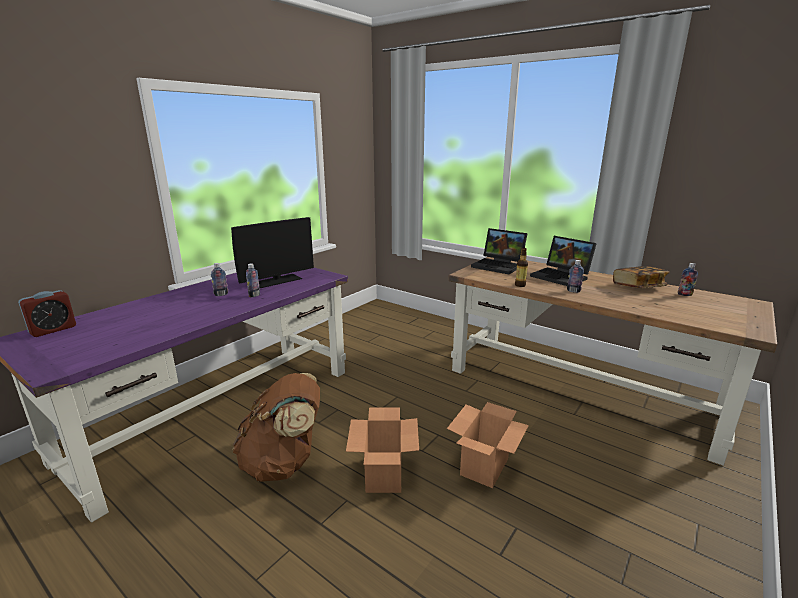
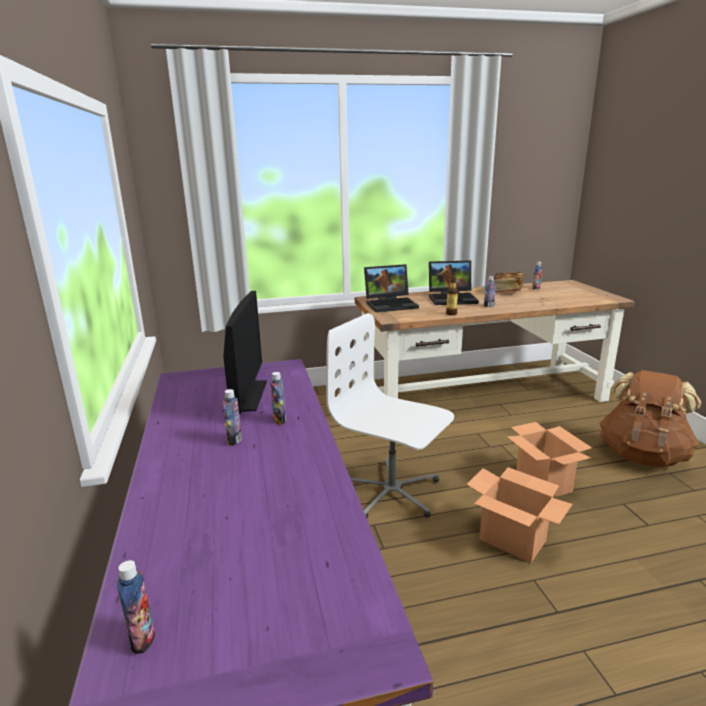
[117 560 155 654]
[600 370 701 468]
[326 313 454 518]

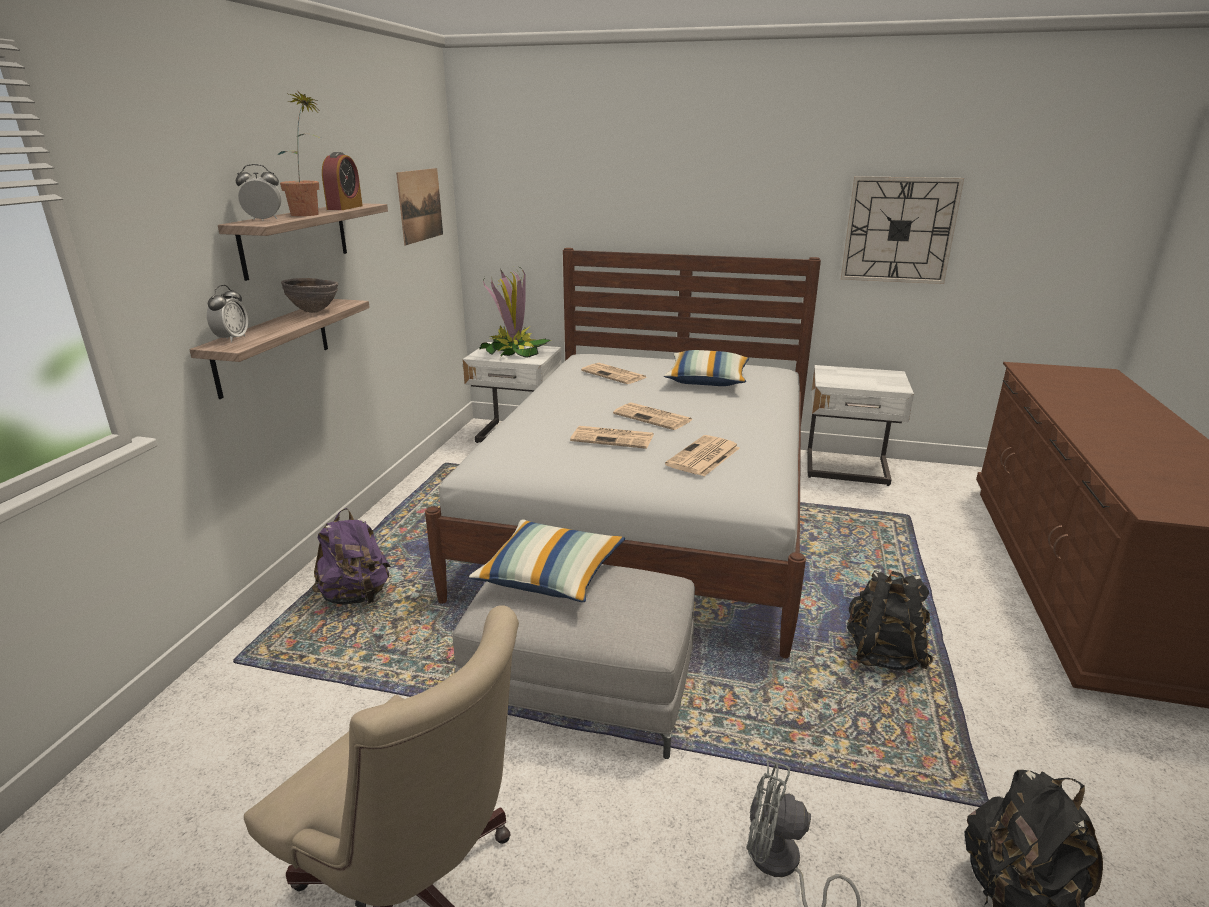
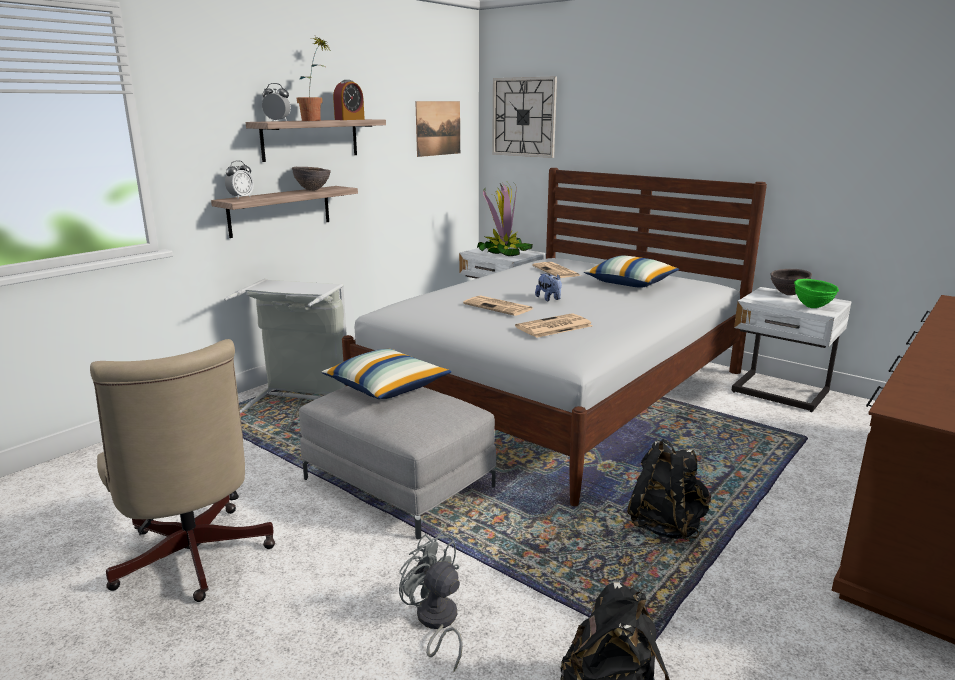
[492 76 557 158]
[535 273 562 301]
[224 279 347 413]
[770 269 812 295]
[794 279 839 308]

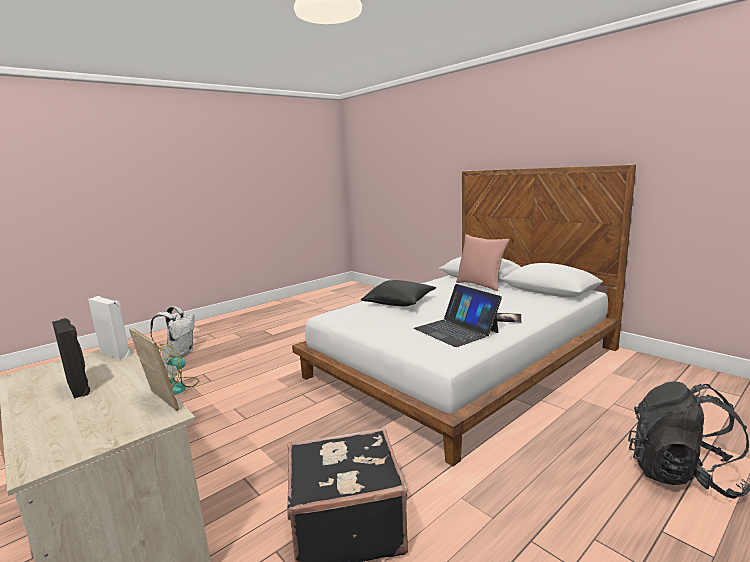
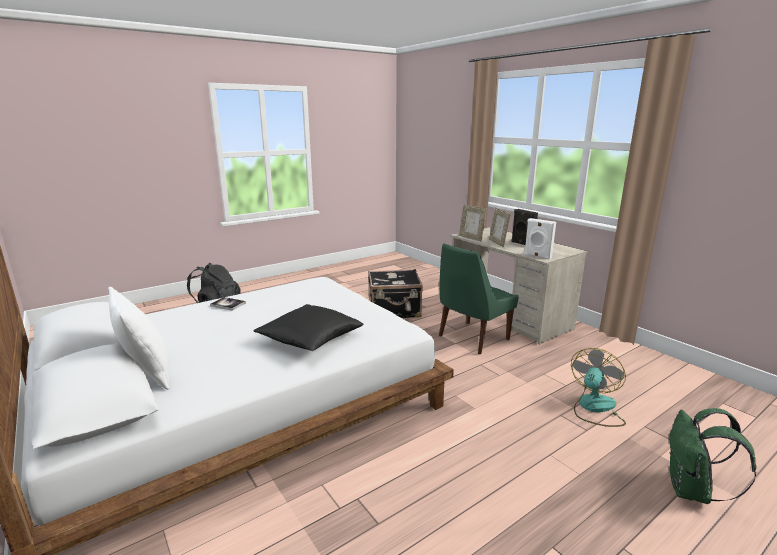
[108 287 170 390]
[414 284 502 347] (first image)
[669 408 756 504]
[489 208 511 247]
[439 243 519 355]

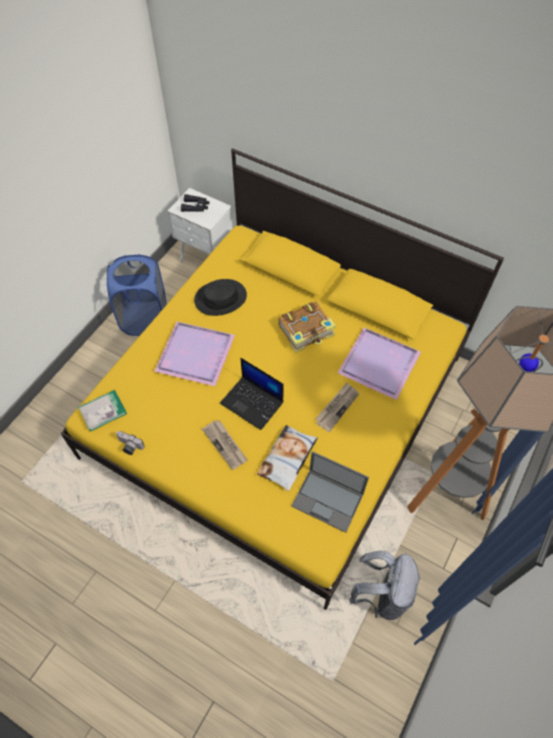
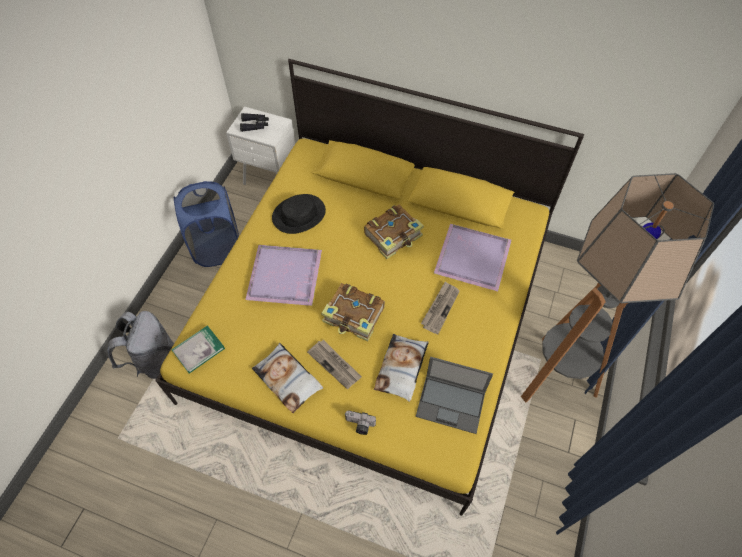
[321 283 385 341]
[345 410 376 435]
[108 311 174 379]
[252 343 323 413]

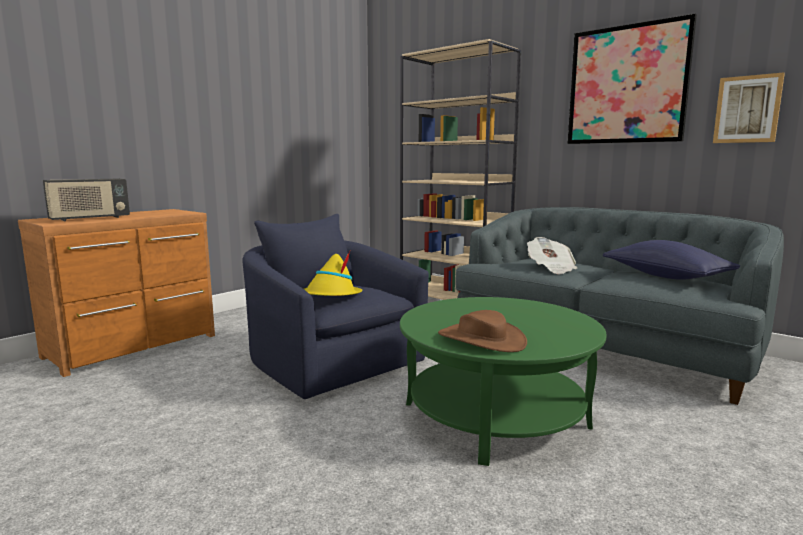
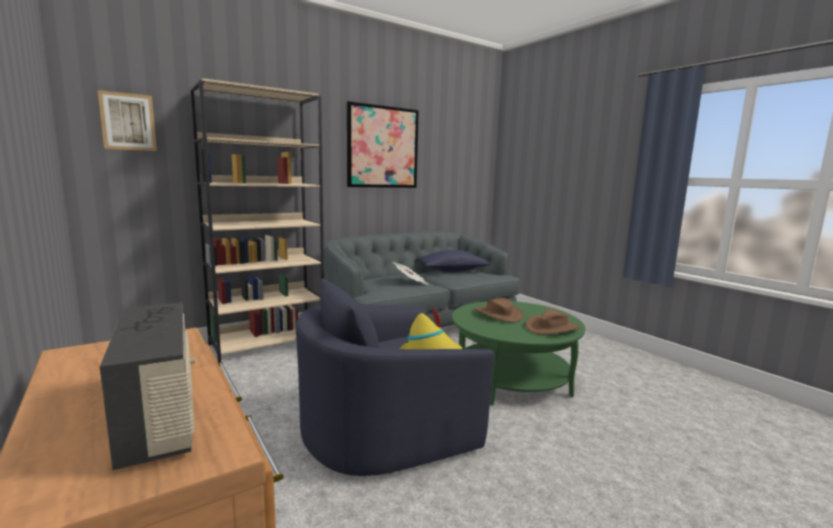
[98 90 157 151]
[475 298 524 322]

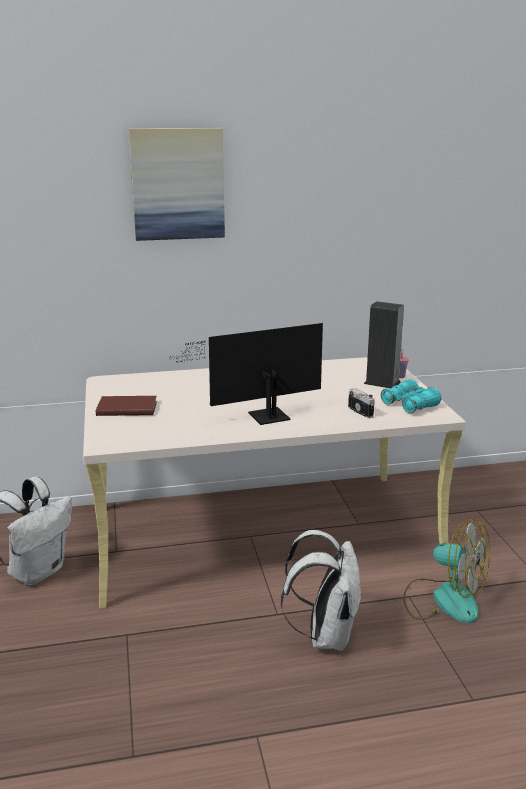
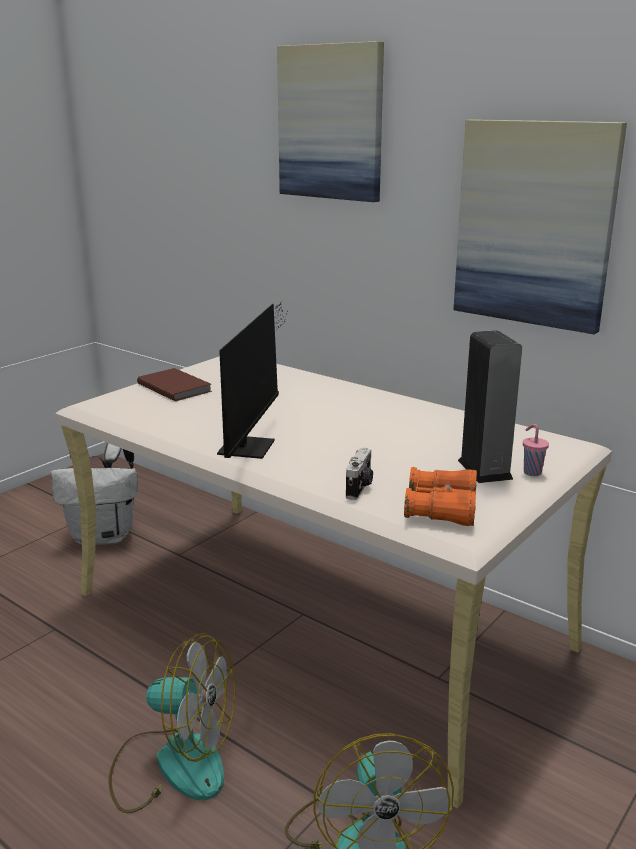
[217 301 288 459]
[404 467 477 526]
[109 633 235 813]
[454 119 627 334]

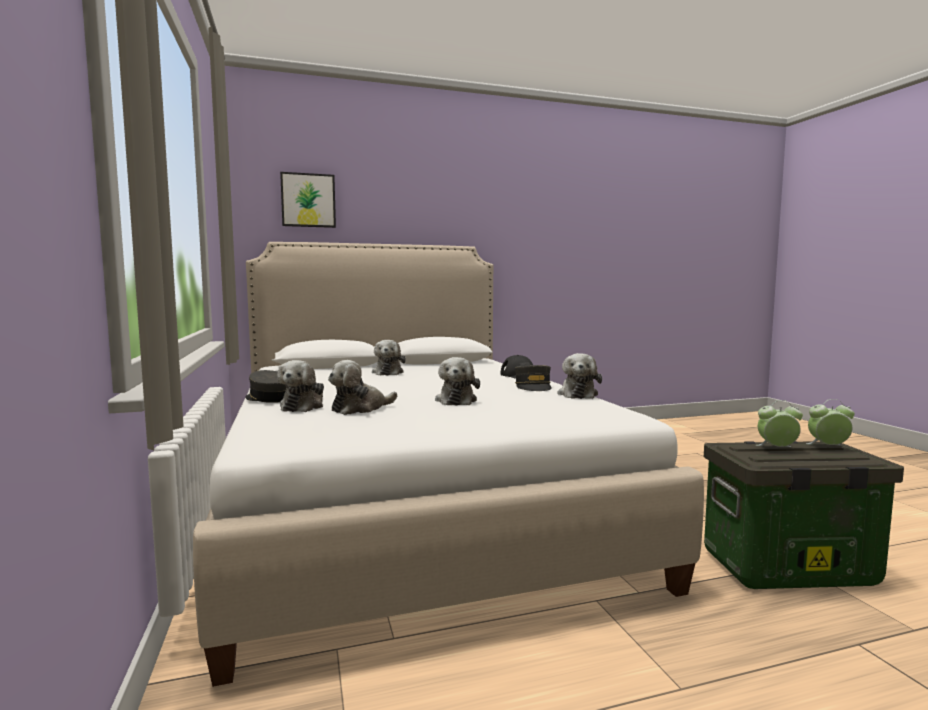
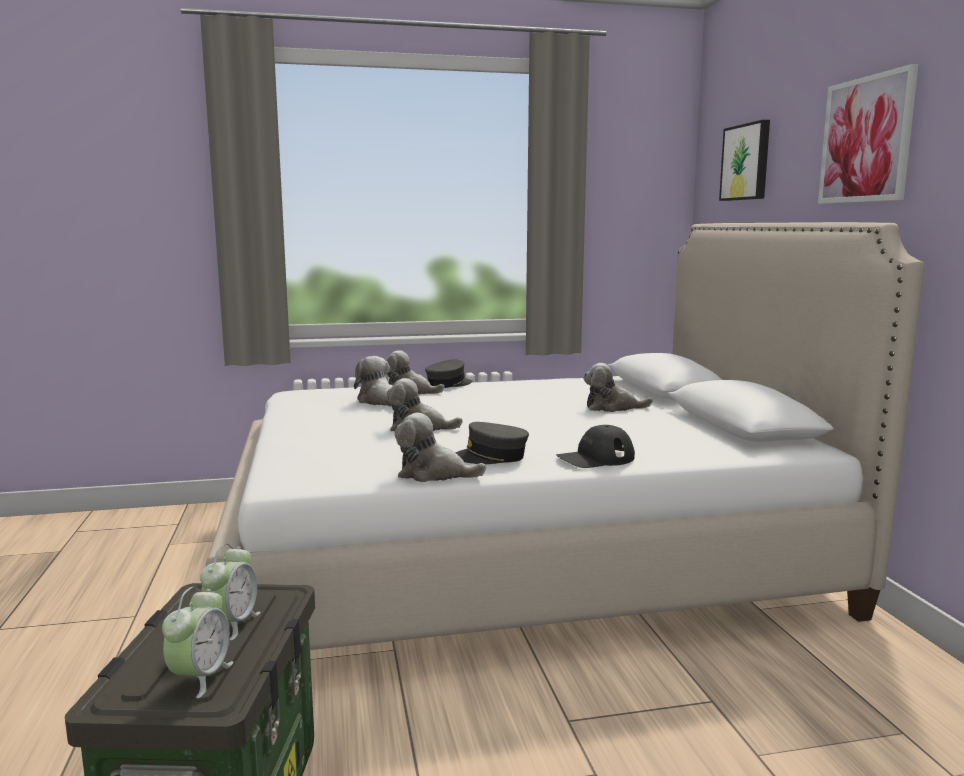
[818 64 919 203]

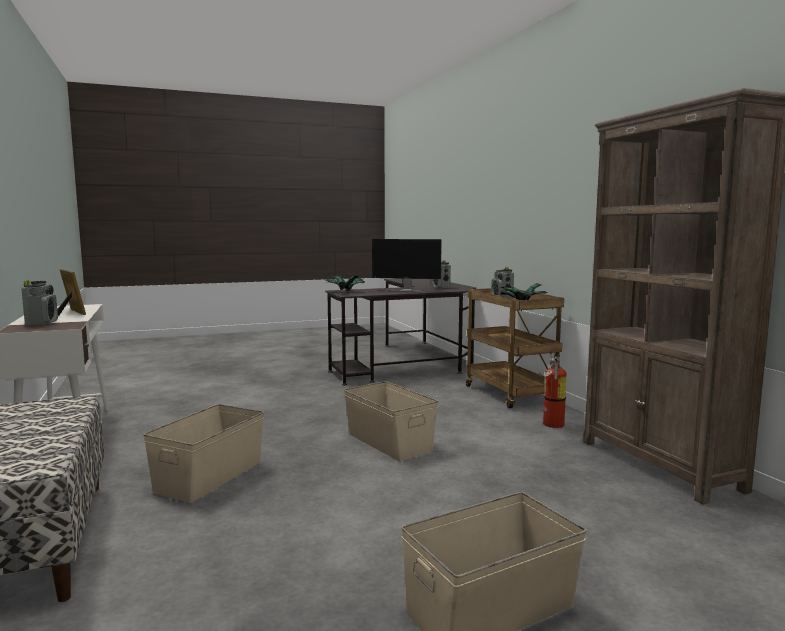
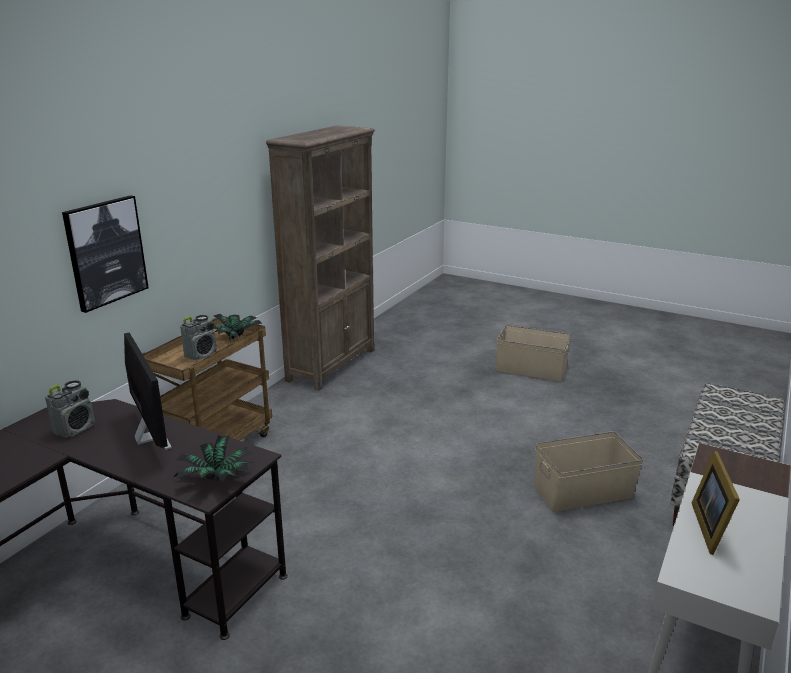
[21 280 58 326] (first image)
[538 354 567 428] (first image)
[344 381 439 461] (first image)
[62 195 149 313]

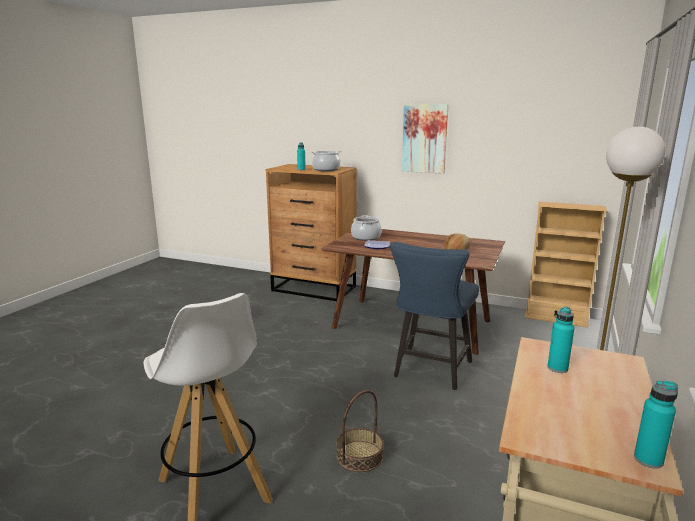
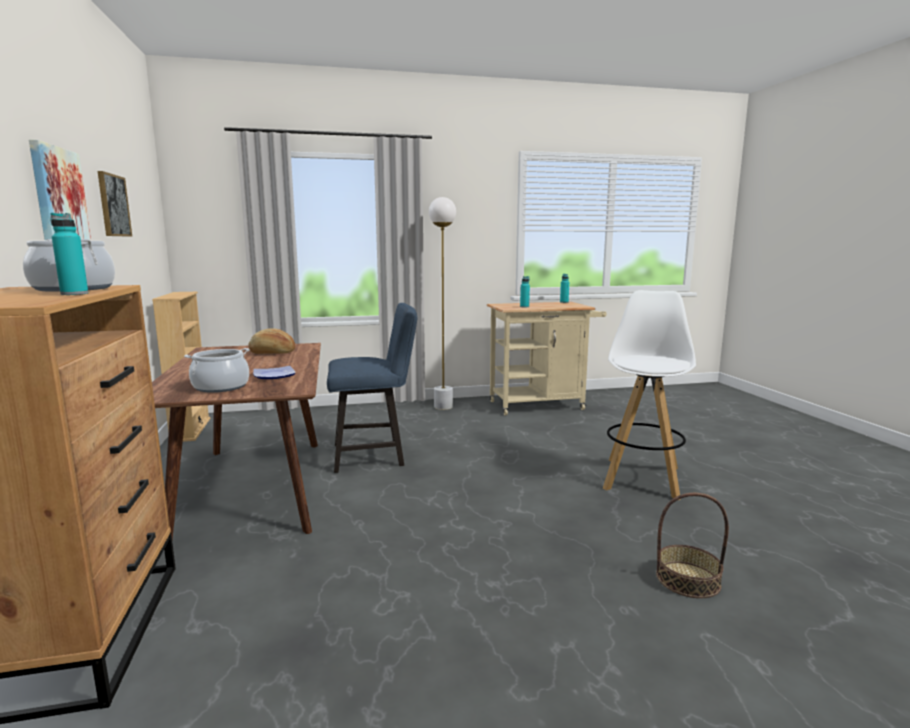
[656 493 729 598]
[98 171 132 237]

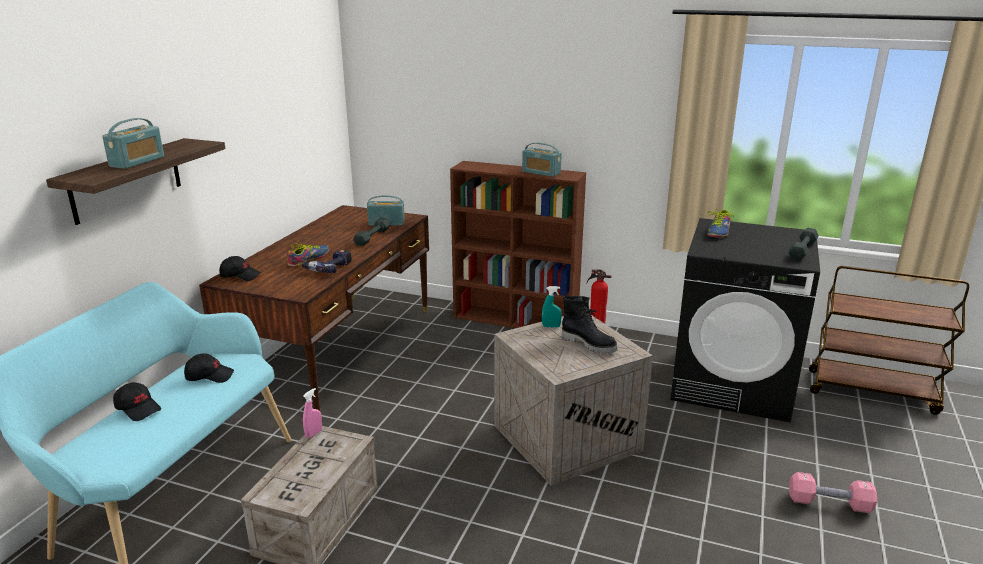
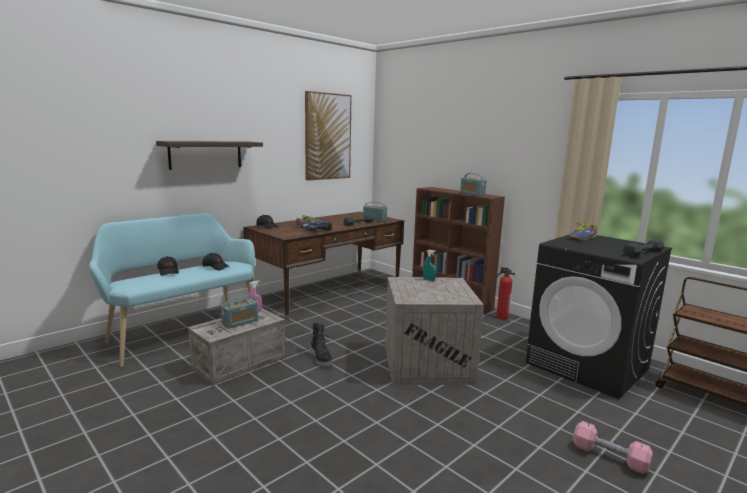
[221 295 258 329]
[311 323 332 366]
[305 91 352 181]

